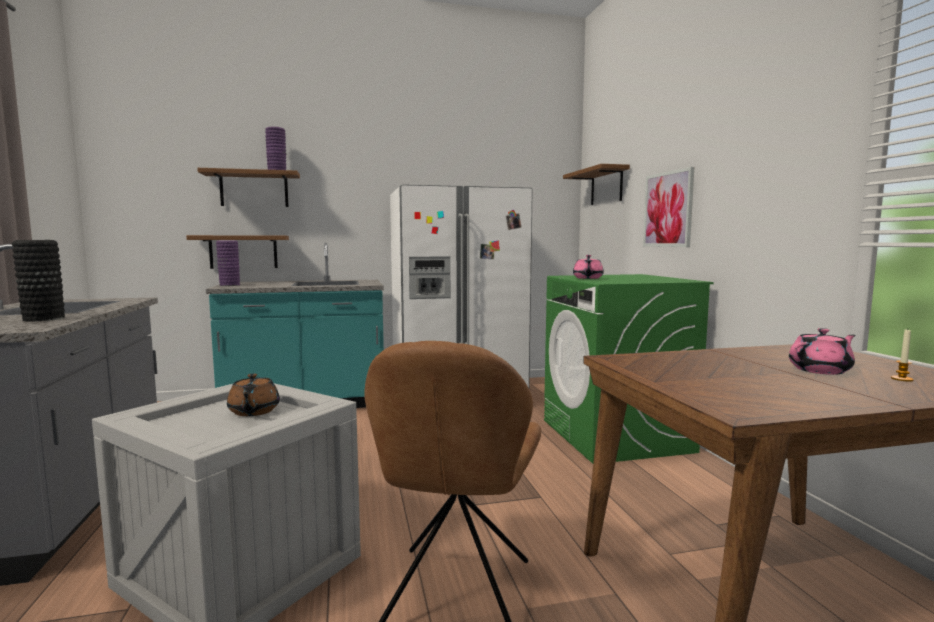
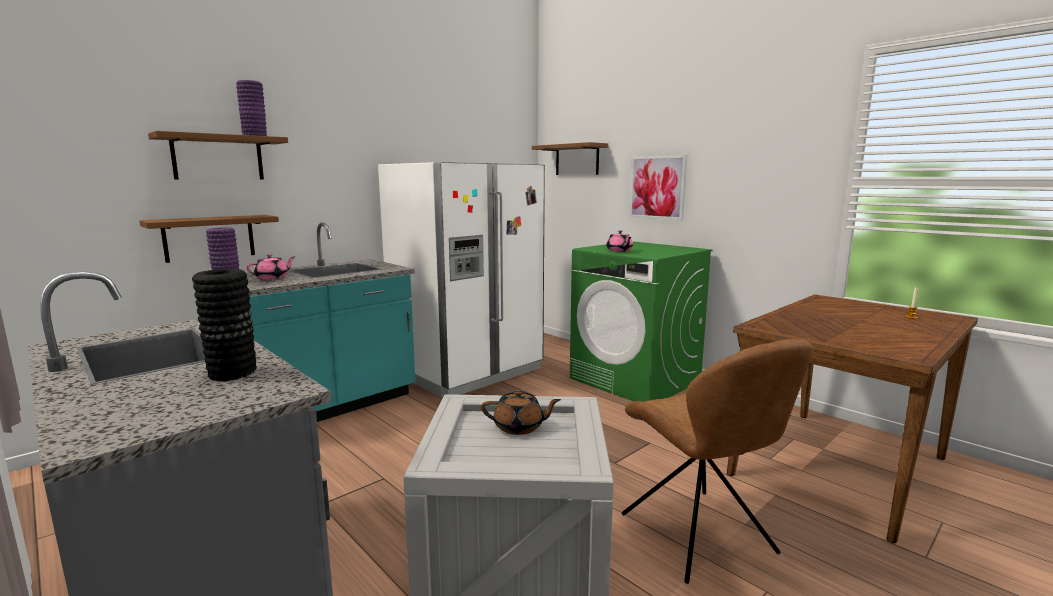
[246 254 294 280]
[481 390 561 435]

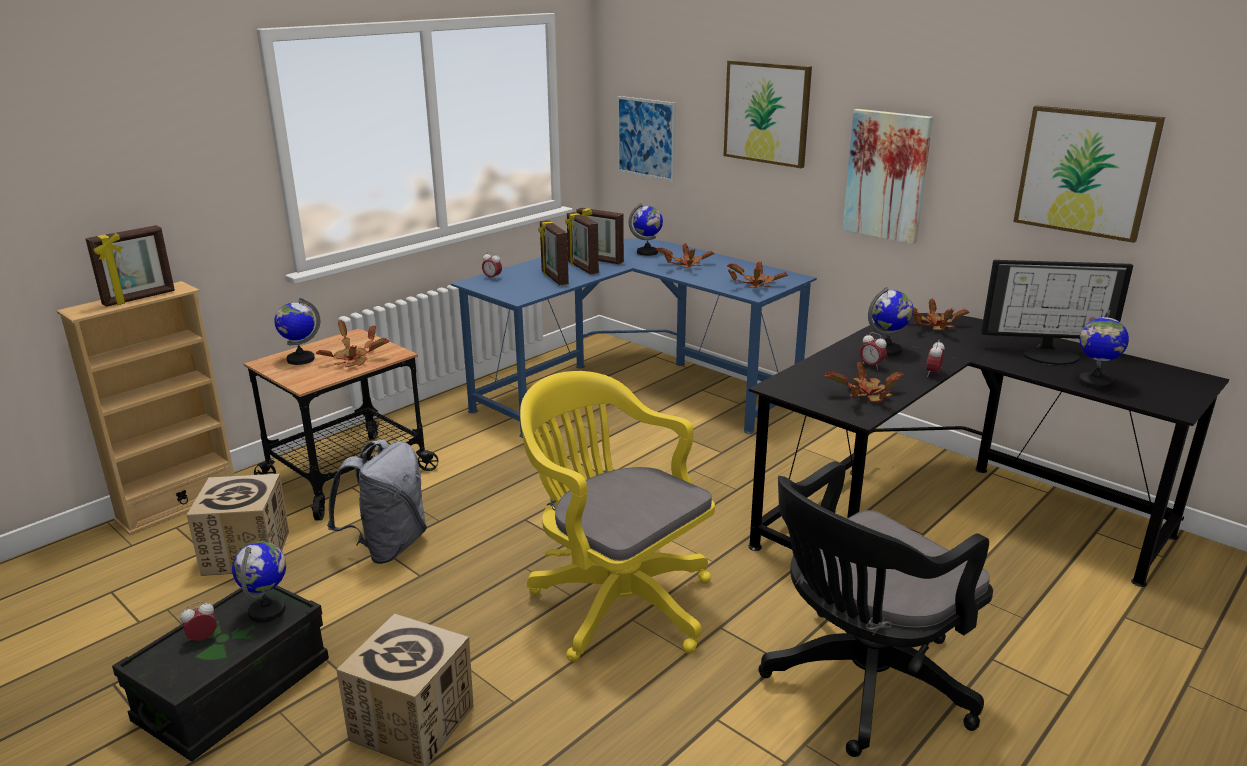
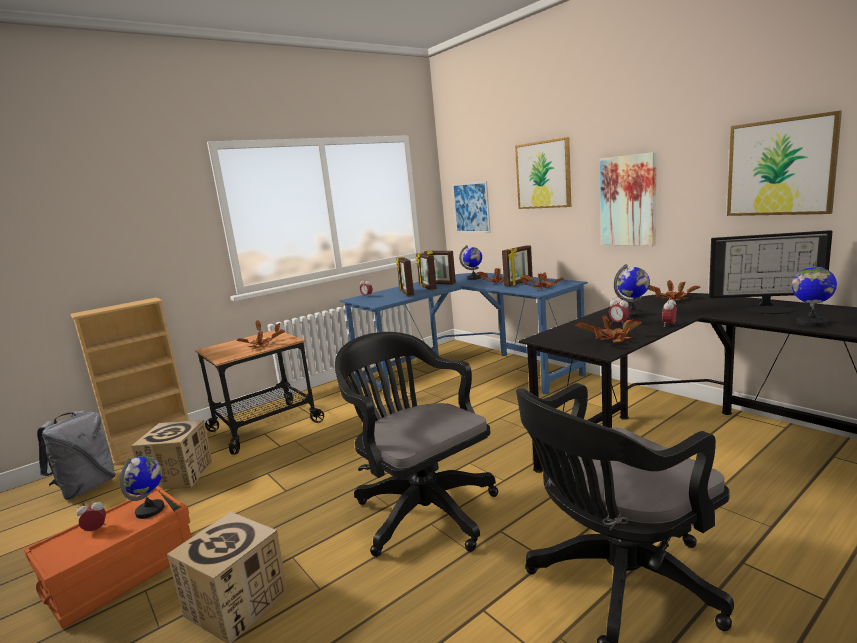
[502 245 533 286]
[274 298 320 365] (first image)
[335 332 498 557]
[37 410 116 500]
[23 486 192 629]

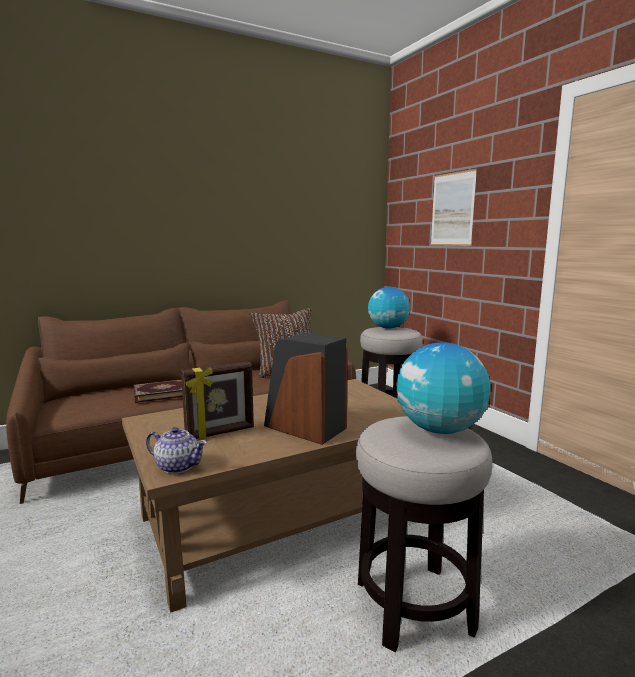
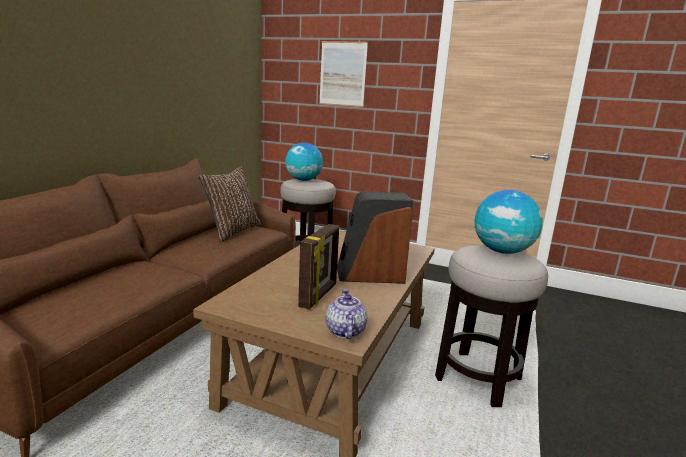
[133 380 183 403] (first image)
[326 289 367 339]

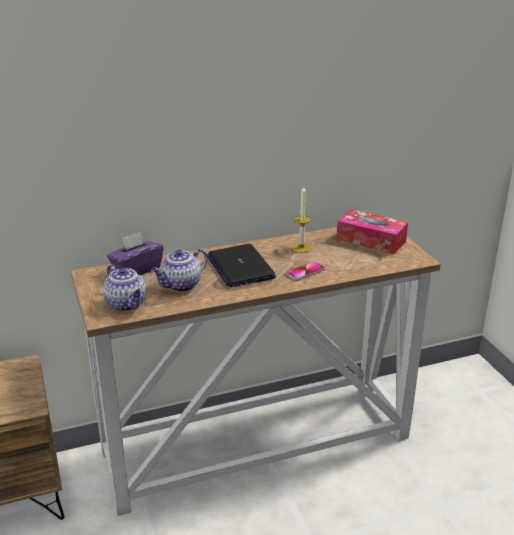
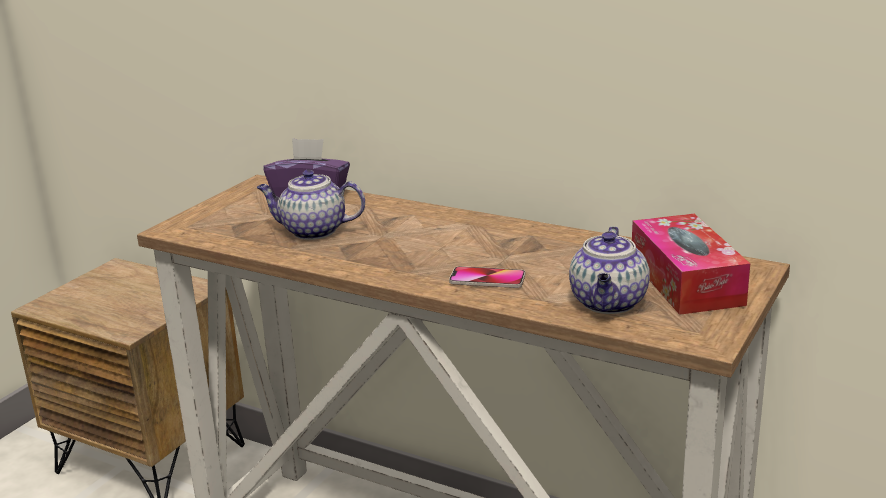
[291 186 312 253] (first image)
[207 244 276 287] (first image)
[569 226 650 314]

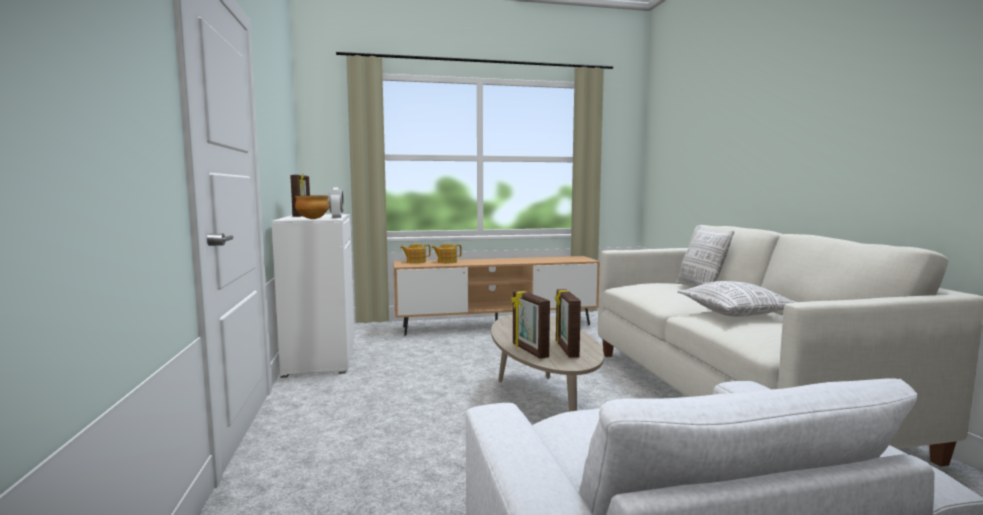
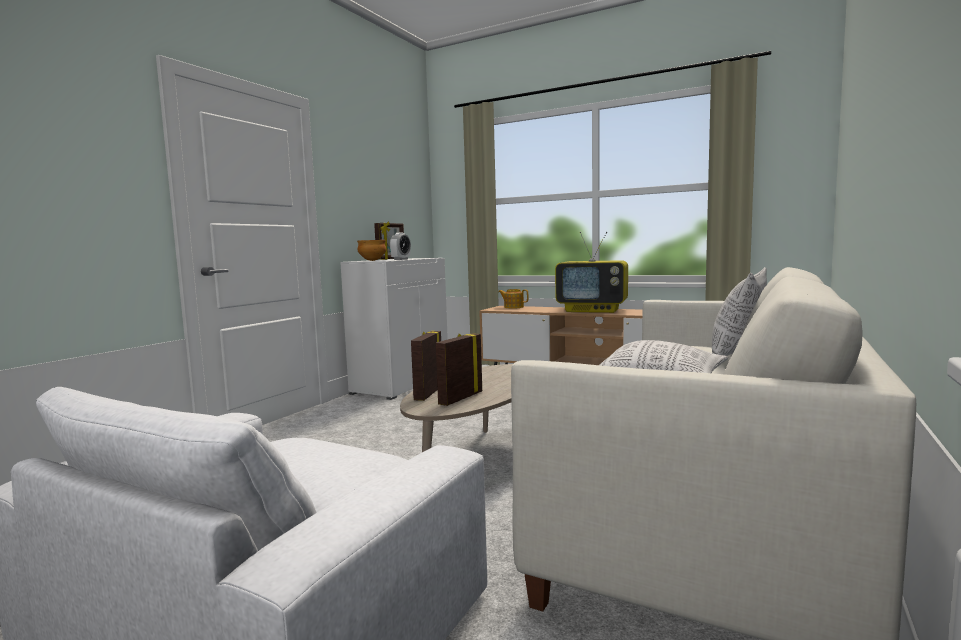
[432 244 462 263] (first image)
[555 232 628 313]

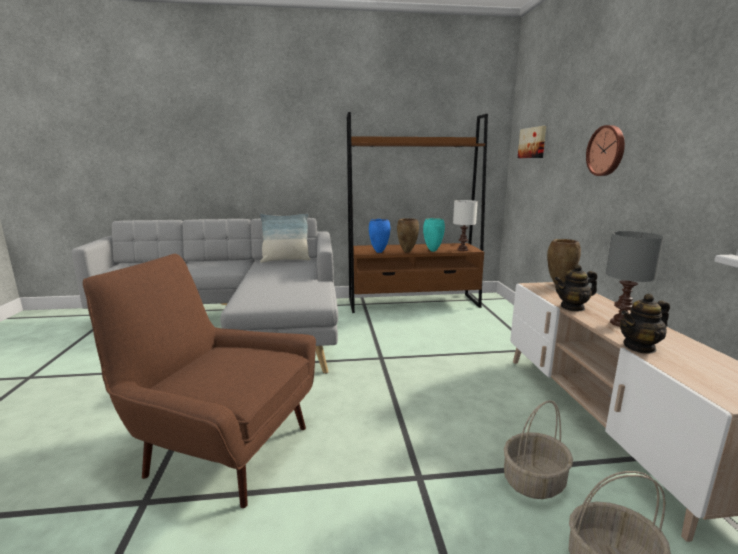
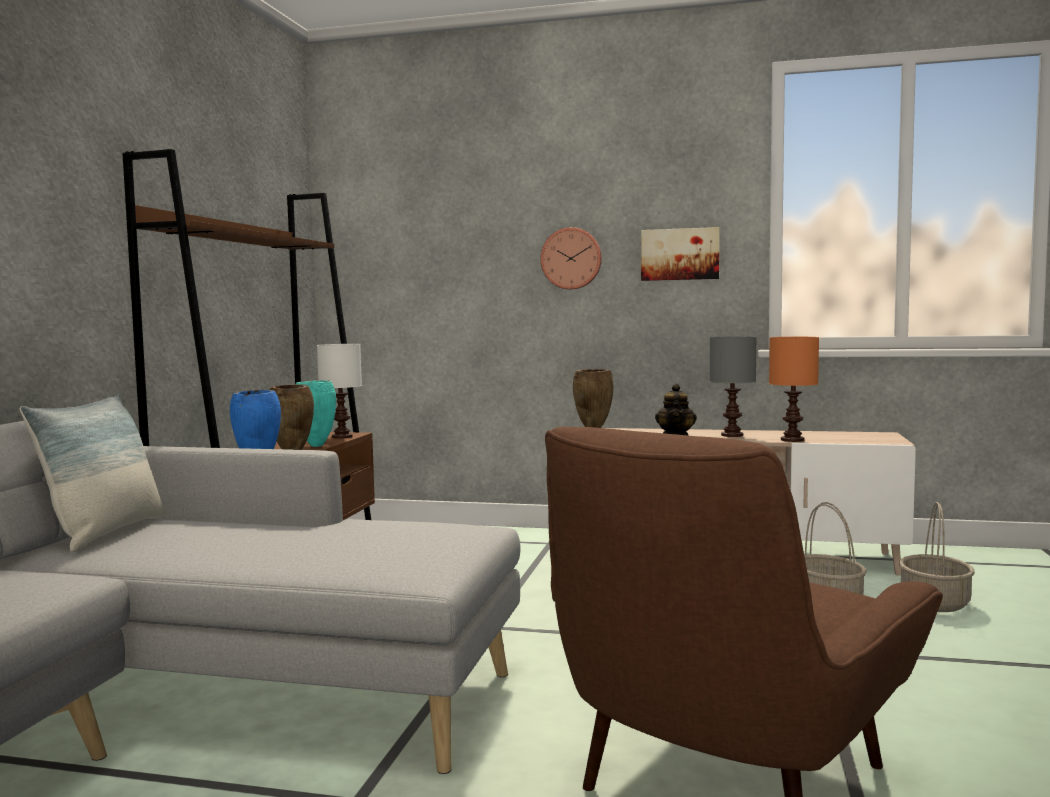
[641 227 719 281]
[769 337 819 442]

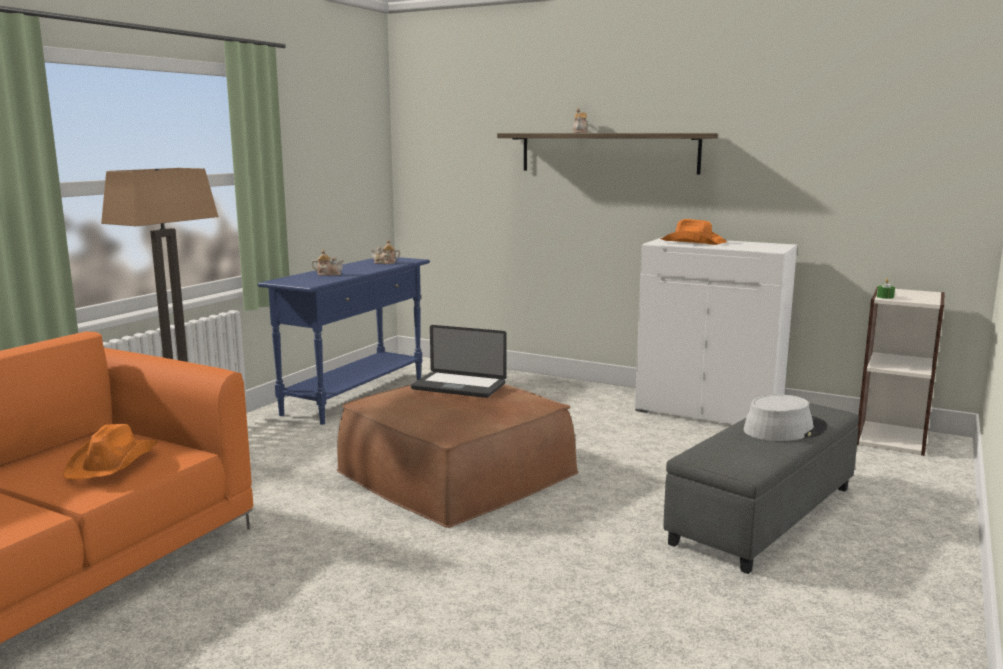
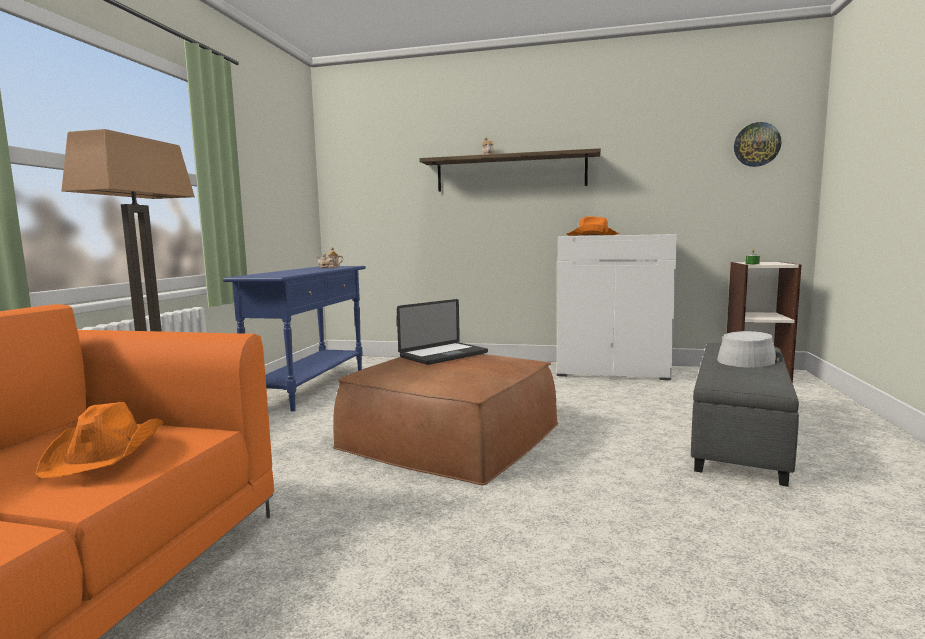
[312 250 344 276] (first image)
[397 299 488 365]
[734 122 781 167]

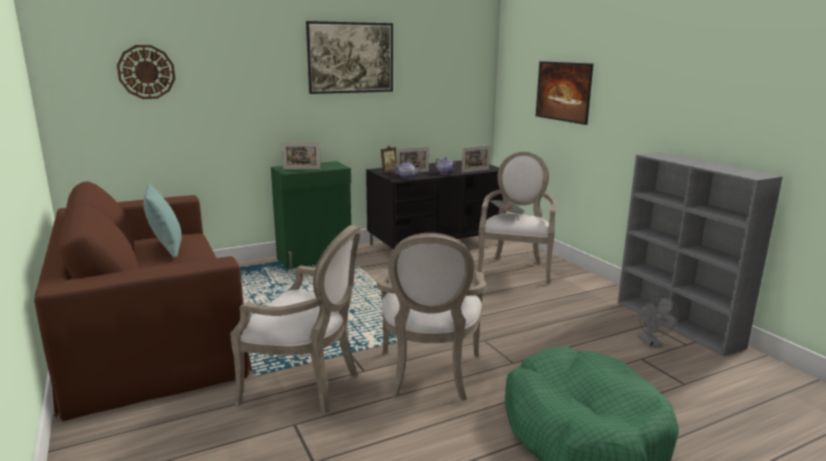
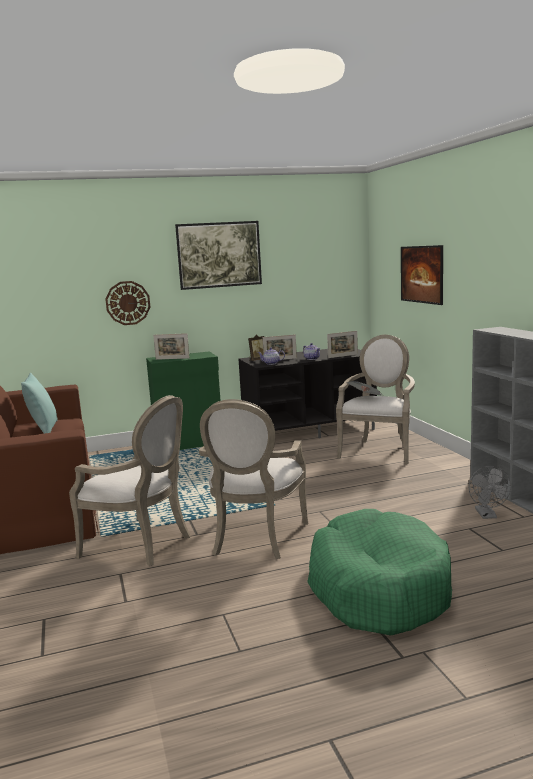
[105 281 150 325]

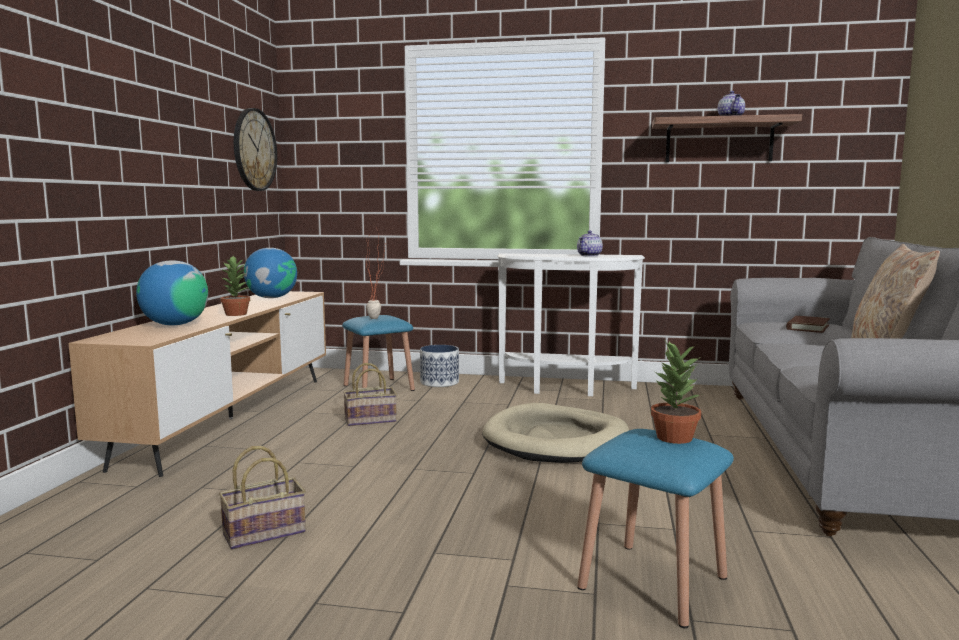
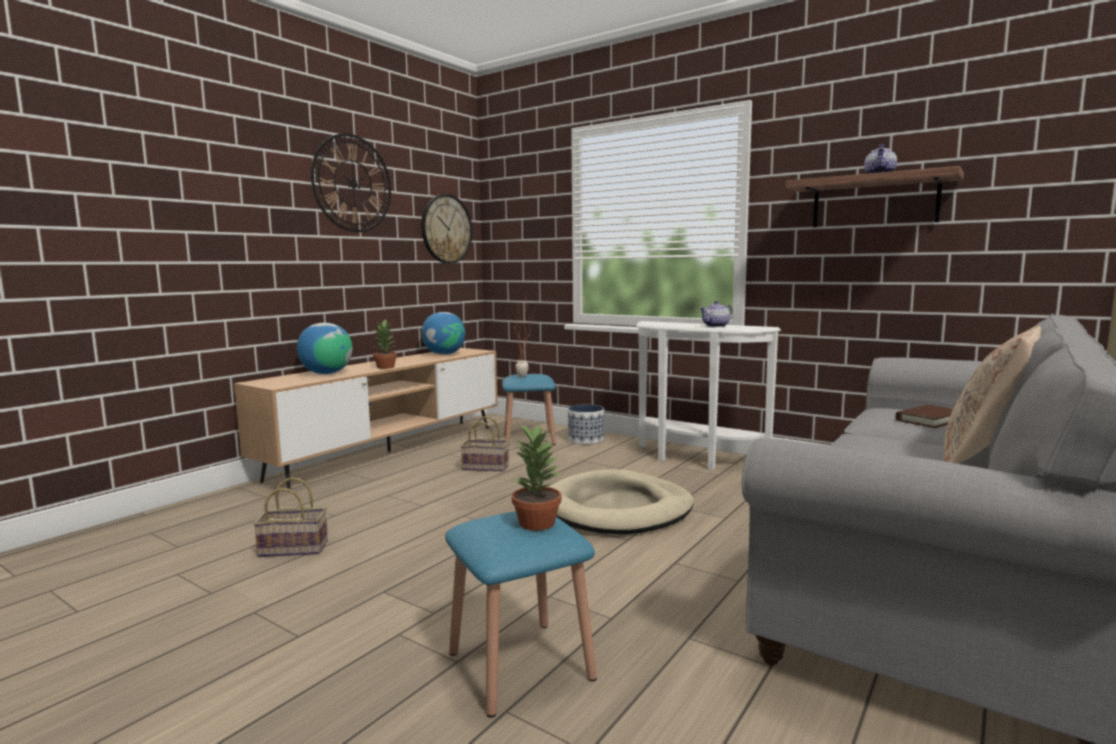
[311 134 391 232]

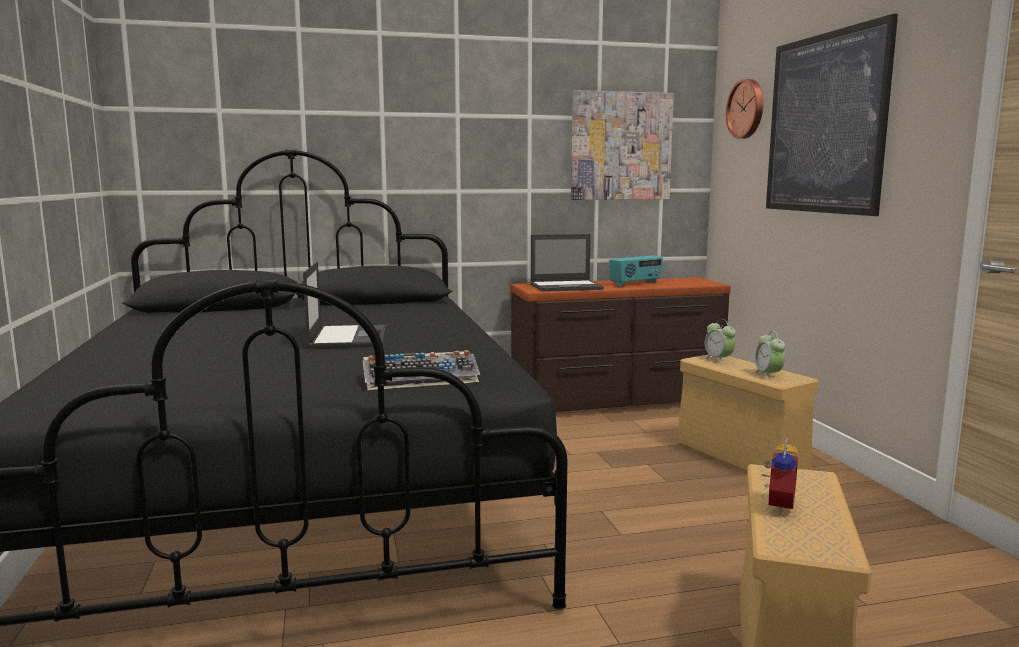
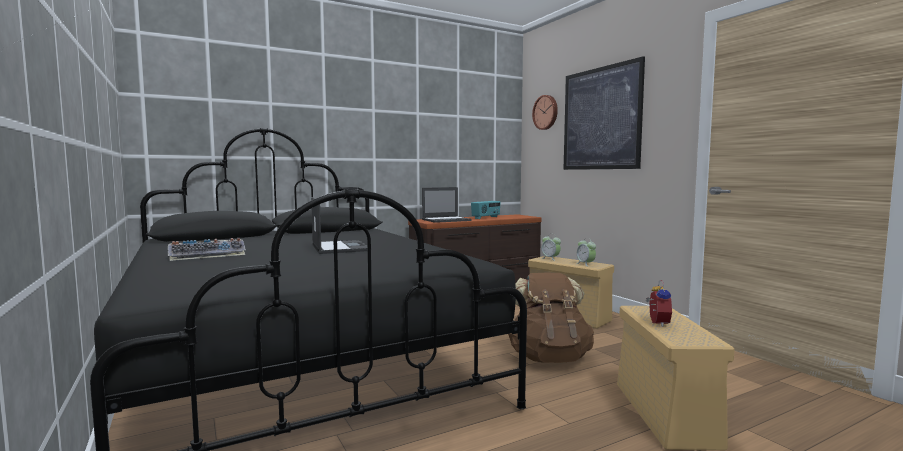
[571 90 674 200] (first image)
[168 238 246 261]
[508 273 594 363]

